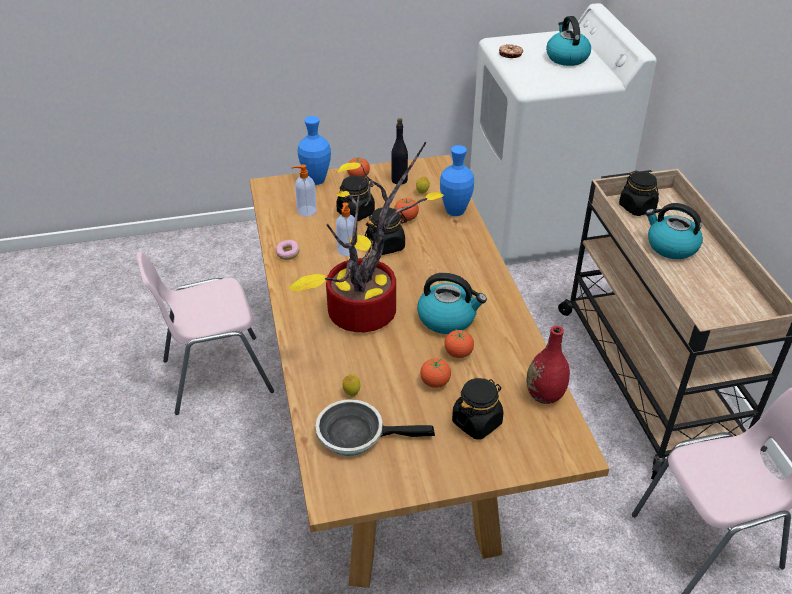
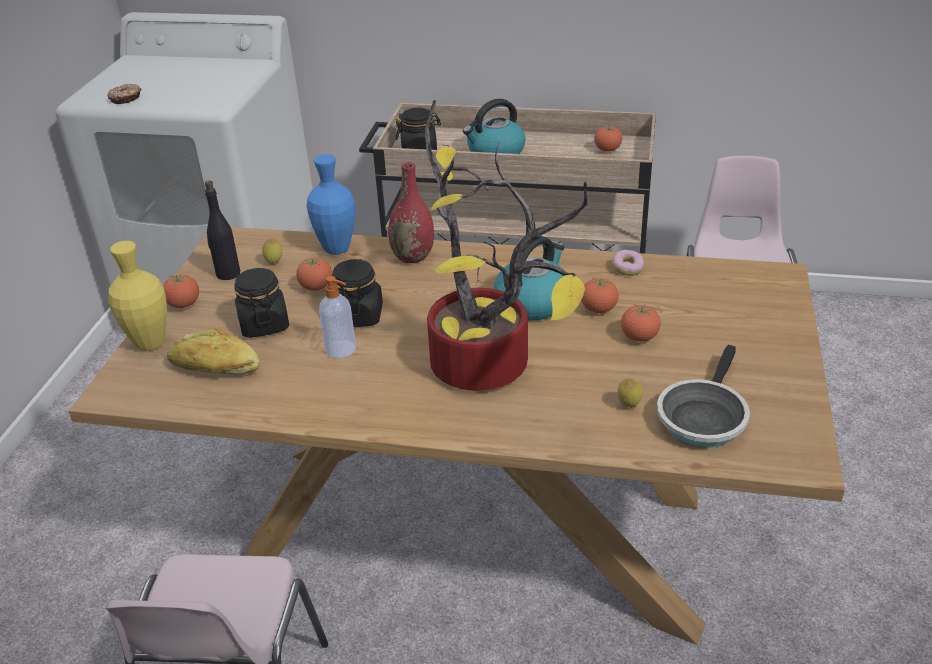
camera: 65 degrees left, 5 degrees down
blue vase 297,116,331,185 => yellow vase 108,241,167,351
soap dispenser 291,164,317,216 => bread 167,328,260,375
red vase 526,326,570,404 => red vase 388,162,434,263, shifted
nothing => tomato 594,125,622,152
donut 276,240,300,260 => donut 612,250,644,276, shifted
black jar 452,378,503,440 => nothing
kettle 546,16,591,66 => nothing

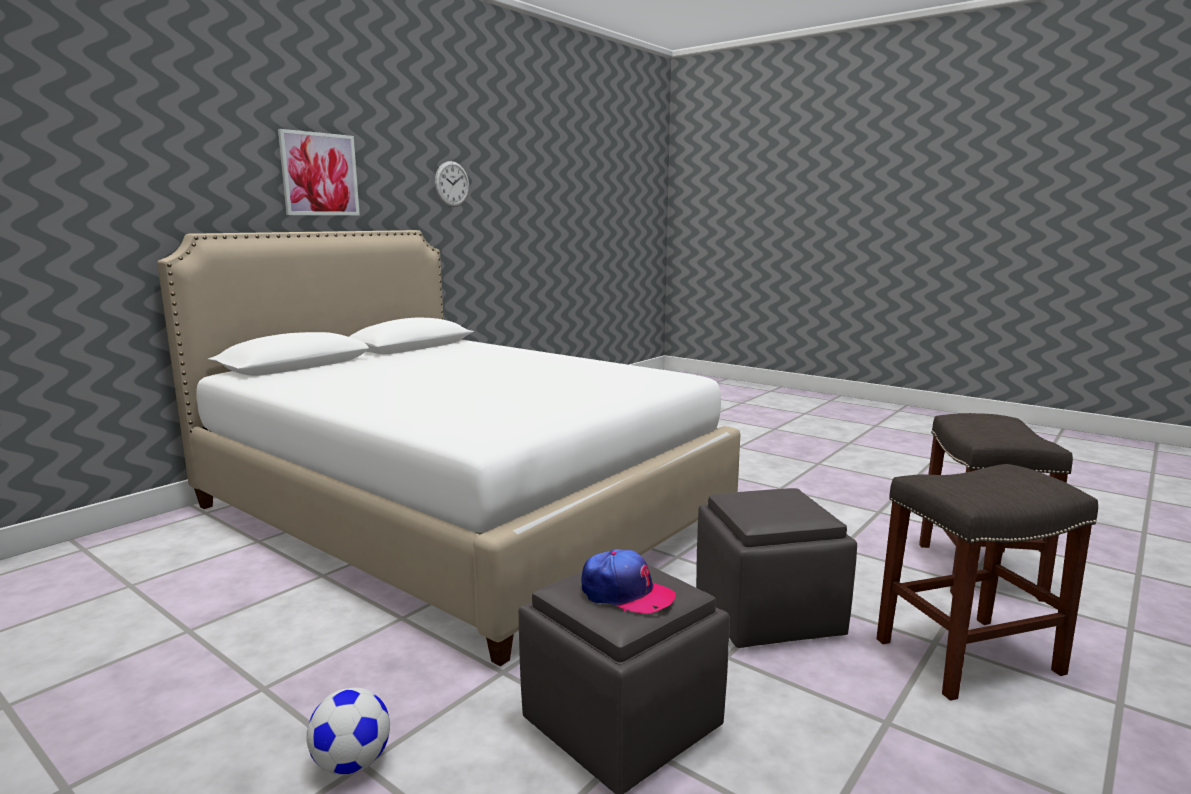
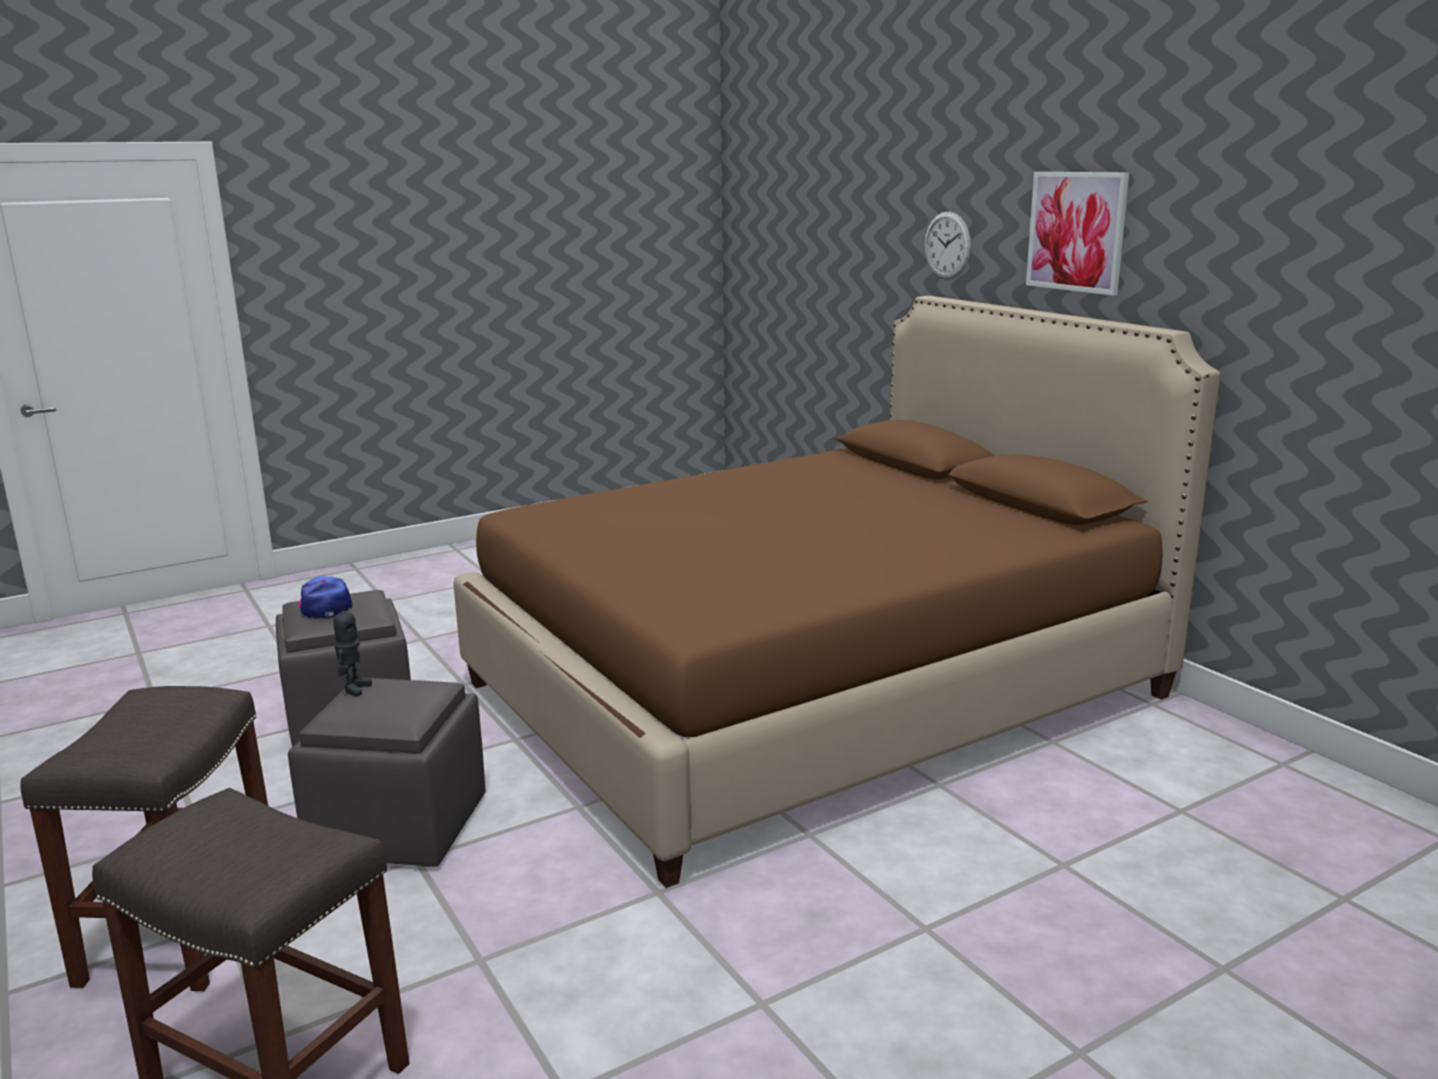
camera: 110 degrees right, 5 degrees up
cap 581,549,676,613 => cap 298,576,353,619, 105 degrees clockwise
nothing => toy robot 333,601,372,696
white bed 157,230,740,666 => brown bed 453,296,1221,888
wall clock 435,161,469,207 => wall clock 925,211,971,280, shifted
football 306,688,390,775 => nothing

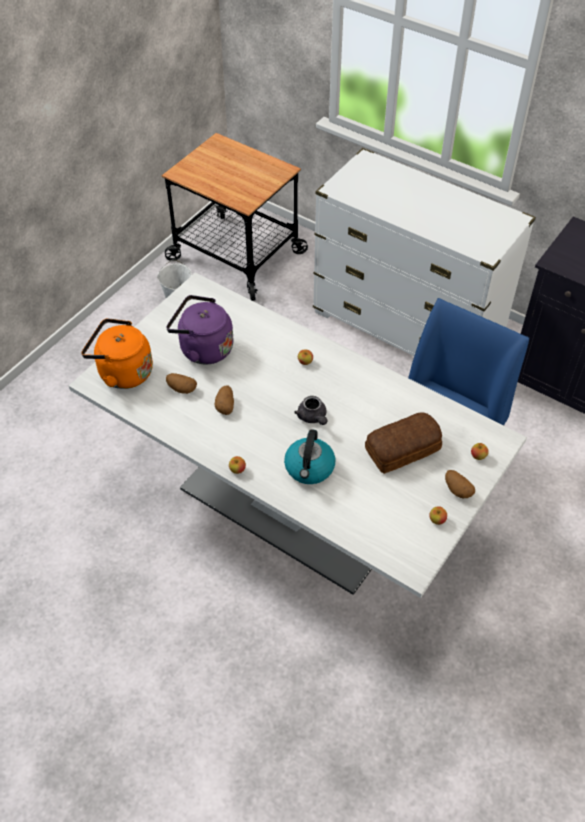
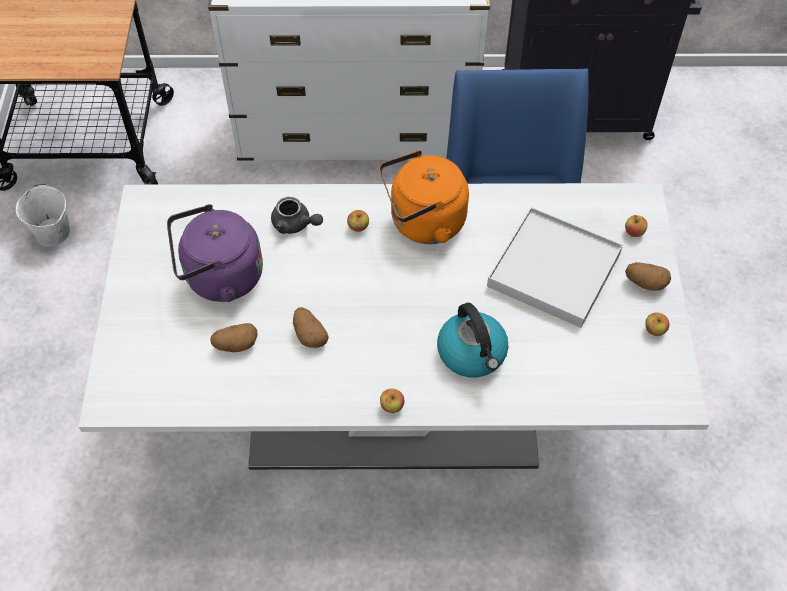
camera: 35 degrees left, 5 degrees up
grey teapot 294,396,327,425 => grey teapot 271,197,323,234, shifted
orange kettle 81,318,153,389 => orange kettle 379,150,469,244, shifted
bread 365,412,442,474 => white tray 487,207,623,328

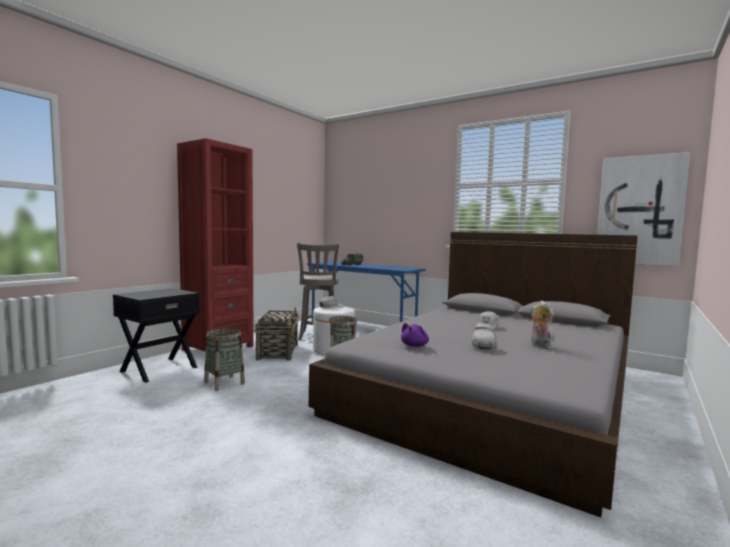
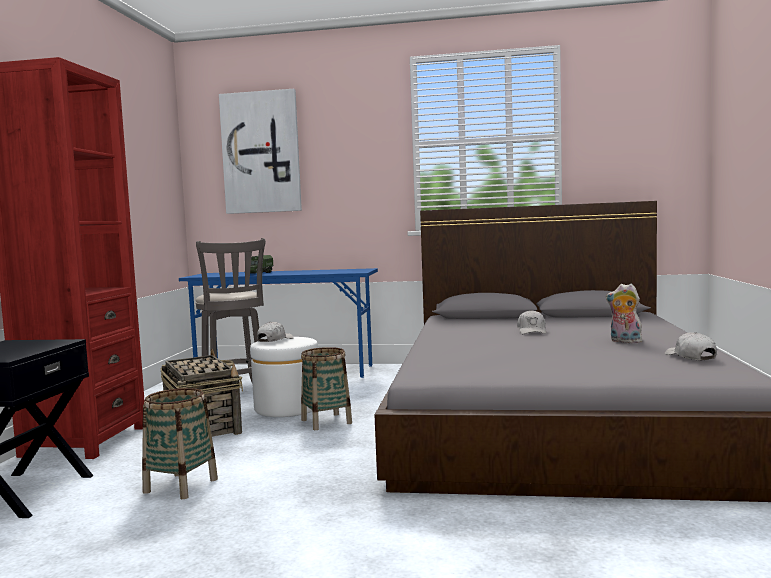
camera: 25 degrees left, 0 degrees up
picture 597,152,690,266 => picture 219,89,302,214, shifted
white cap 471,329,498,350 => white cap 665,332,717,360, shifted
purple plush toy 401,323,429,347 => nothing

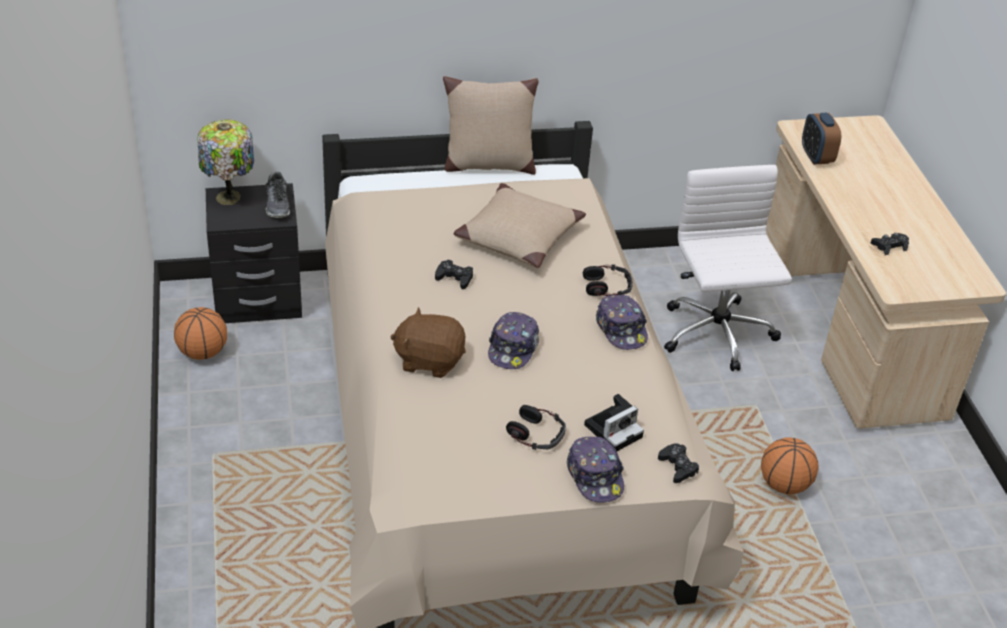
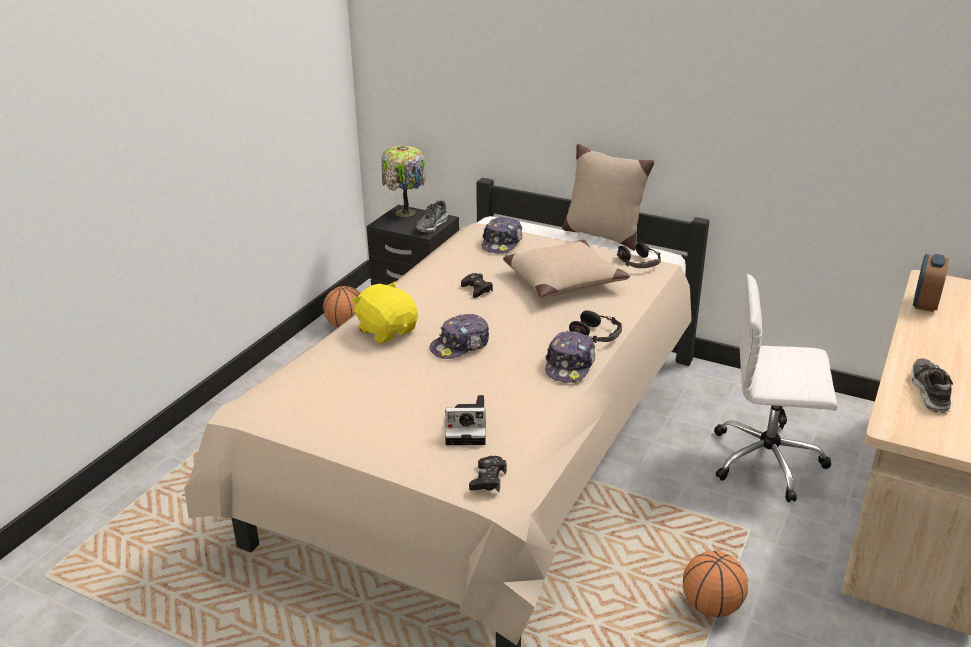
camera: 40 degrees right, 10 degrees down
brown plush toy 390,307,466,378 => yellow plush toy 351,282,418,344
cap 567,437,624,503 => cap 481,216,523,254, shifted
headphones 506,405,566,450 => headphones 617,242,661,268, shifted
white office chair 664,165,792,371 => white office chair 714,274,838,502, 105 degrees counterclockwise
black game controller 871,233,909,255 => shoe 911,358,953,414

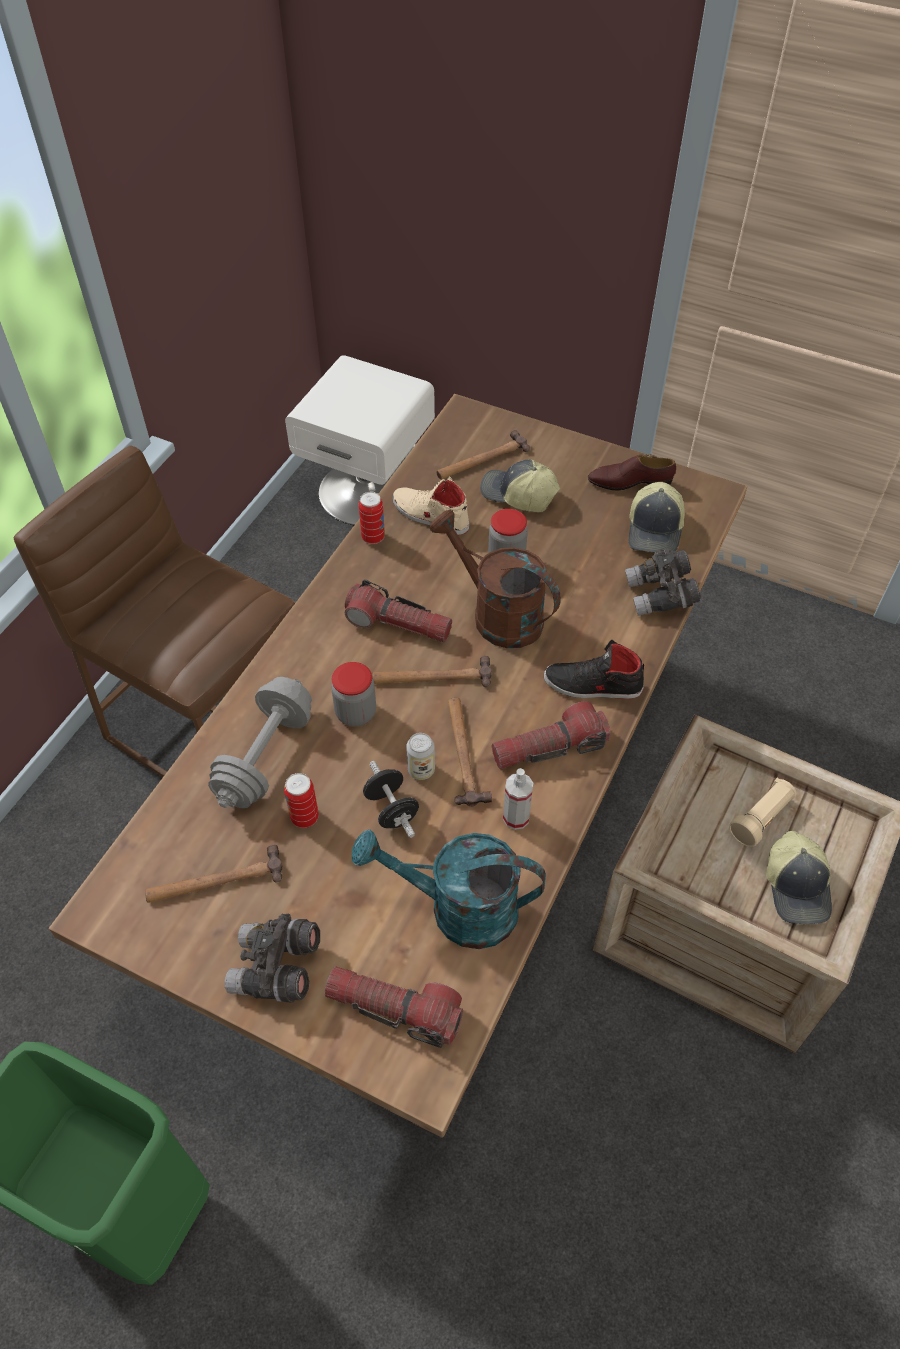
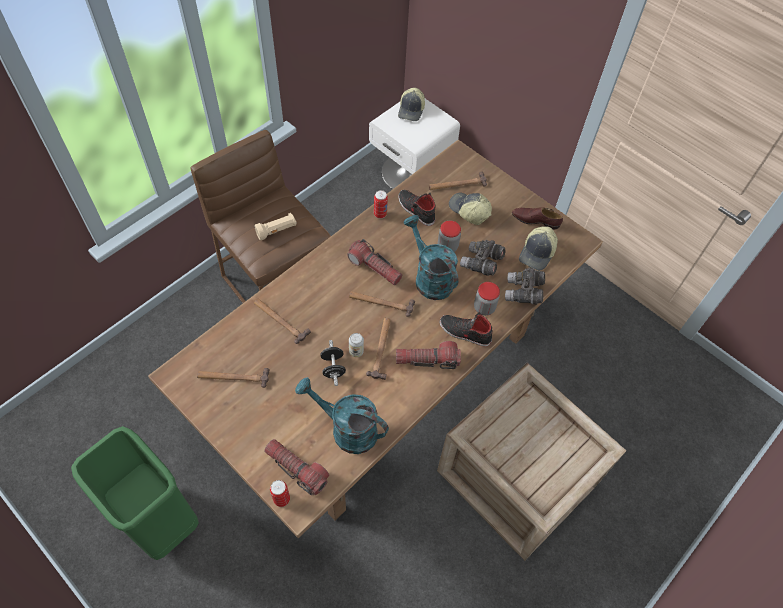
camera: 15 degrees right, 5 degrees up
beige flashlight 729,778,796,847 => beige flashlight 254,213,297,240, shifted
grey dumbbell 208,677,312,808 => hammer 254,299,311,344
can 284,773,319,828 => can 270,480,290,507, shifted
cap 766,831,832,924 => cap 398,88,425,121, shifted
beige shoe 392,477,470,535 => black shoe 398,190,436,226
brown watering can 430,510,561,648 => turquoise watering can 404,215,458,300
grey binoculars 224,913,320,1003 => grey binoculars 460,240,506,276, shifted
jar 331,662,376,727 => jar 474,282,500,316, shifted
spray bottle 503,768,533,830 => nothing

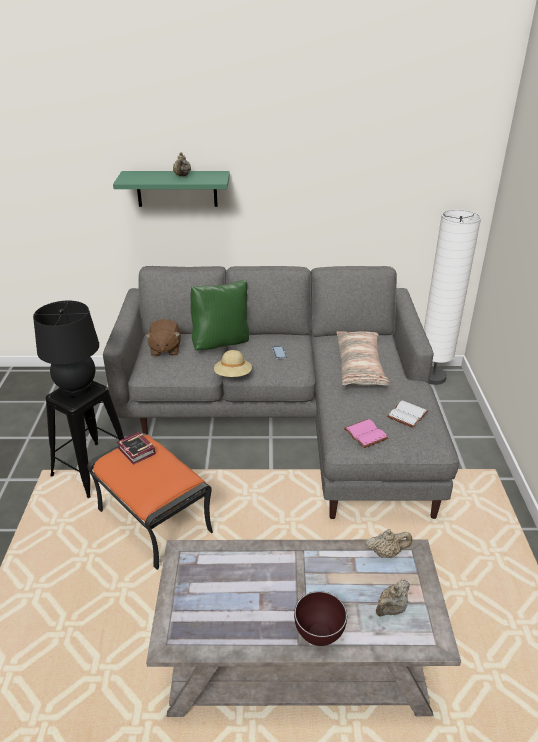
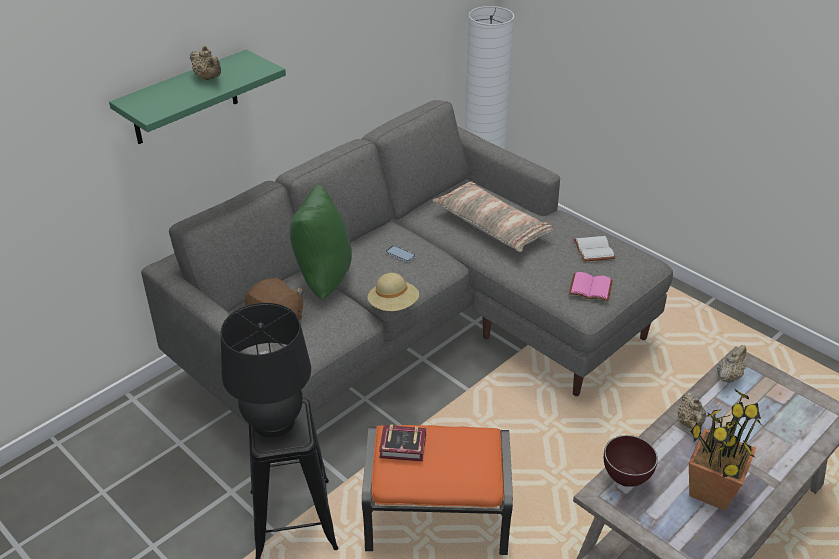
camera: 45 degrees left, 5 degrees up
brown bowl 294,591,347,646 => brown bowl 604,435,658,487, shifted
beige teapot 376,580,410,616 => beige teapot 678,392,706,431, shifted
nothing => potted plant 689,389,763,511

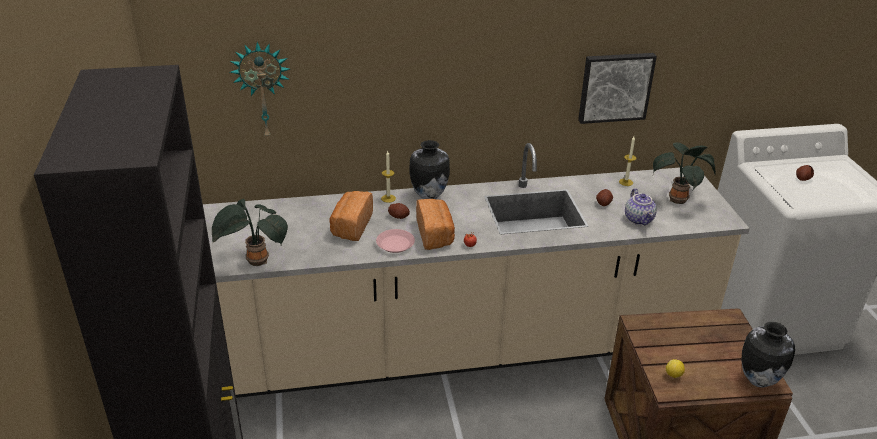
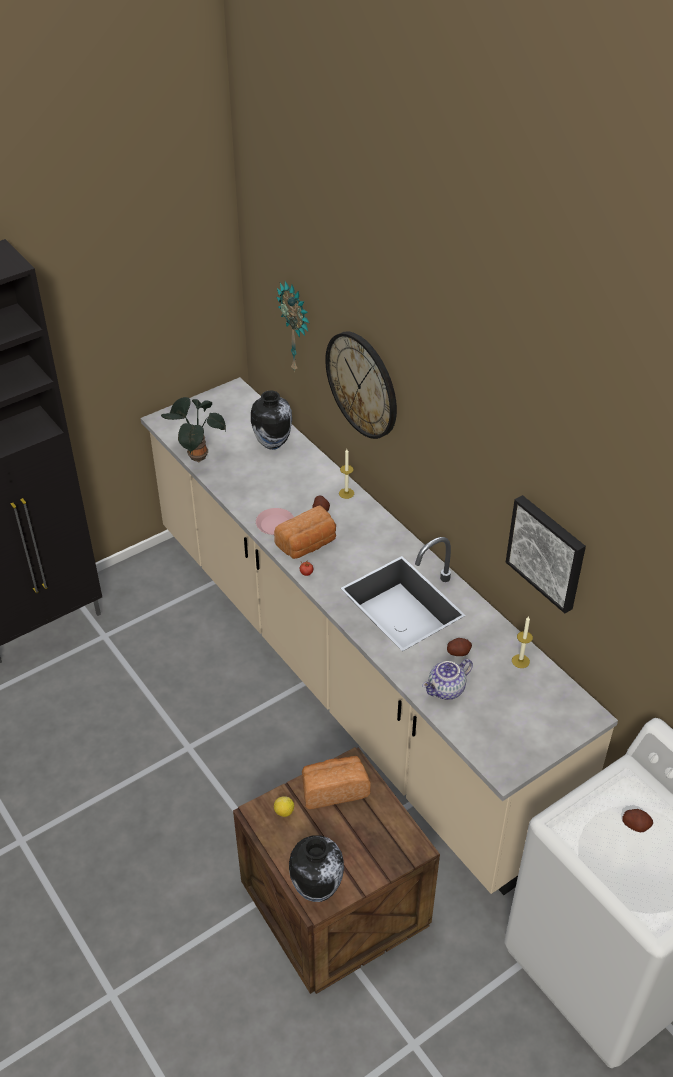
camera: 65 degrees right, 10 degrees up
vase 409,140,450,199 => vase 251,390,292,450, shifted
bread 330,191,373,241 => bread 302,756,371,809, shifted
nothing => wall clock 325,331,397,439
potted plant 653,142,716,204 => nothing

